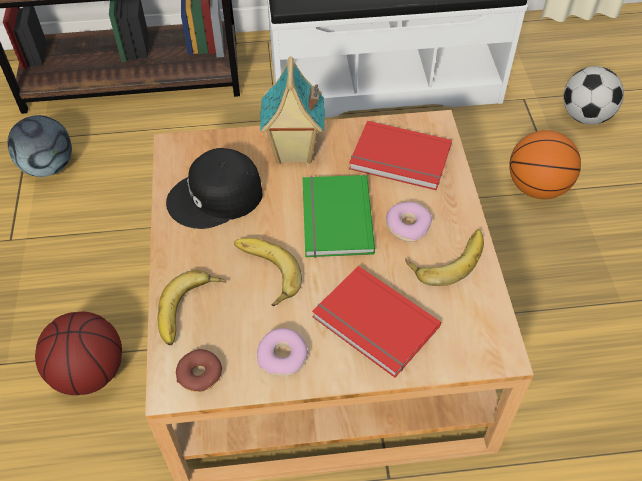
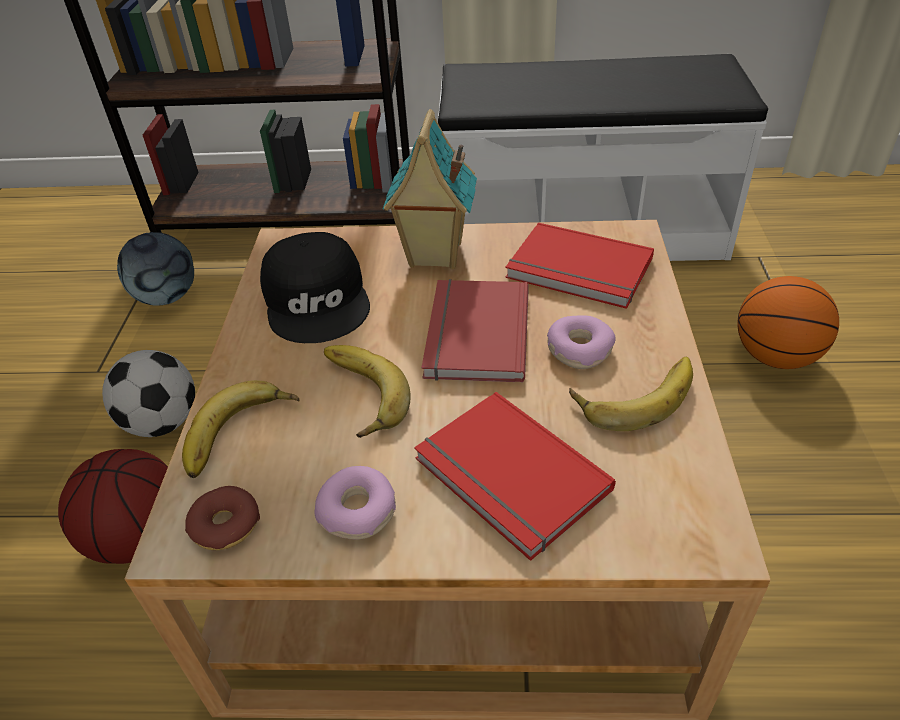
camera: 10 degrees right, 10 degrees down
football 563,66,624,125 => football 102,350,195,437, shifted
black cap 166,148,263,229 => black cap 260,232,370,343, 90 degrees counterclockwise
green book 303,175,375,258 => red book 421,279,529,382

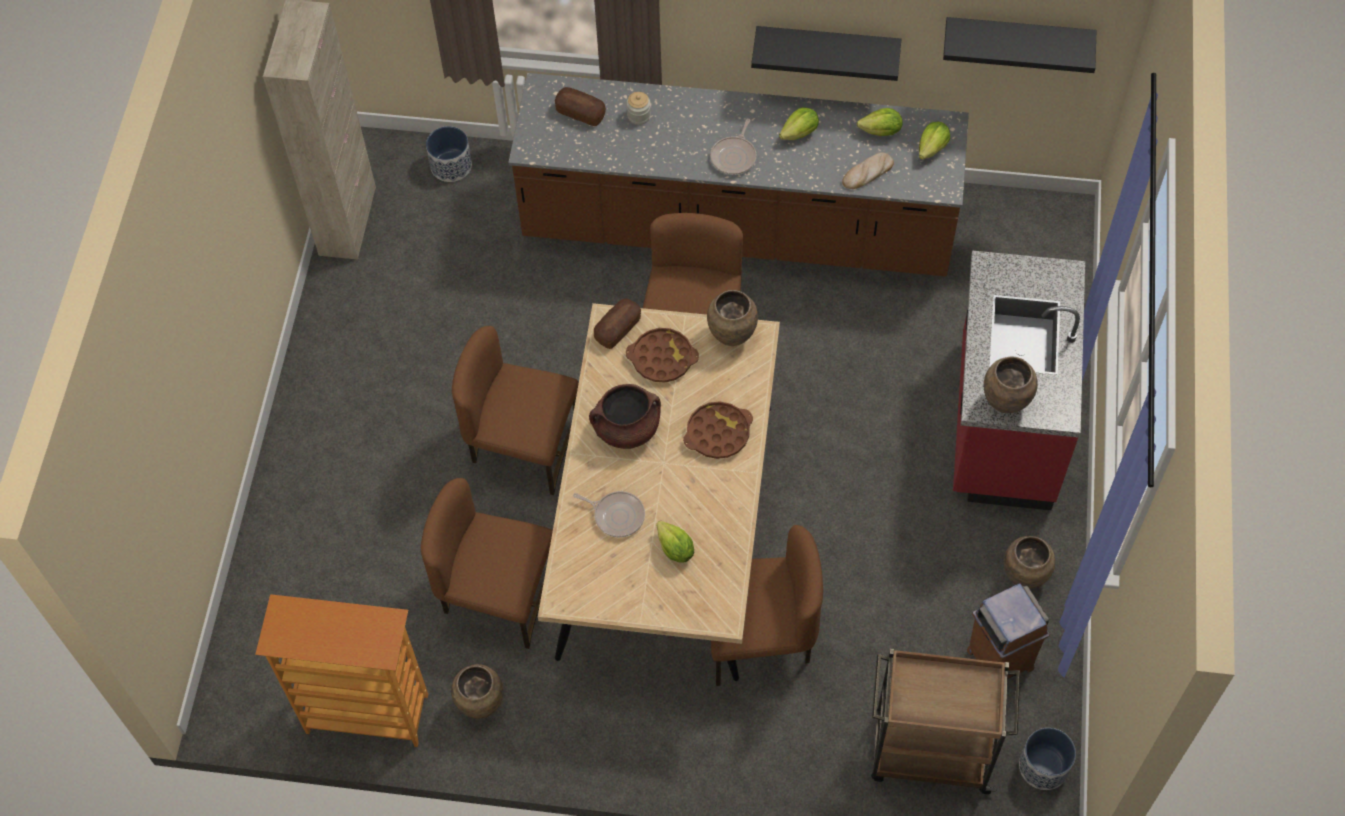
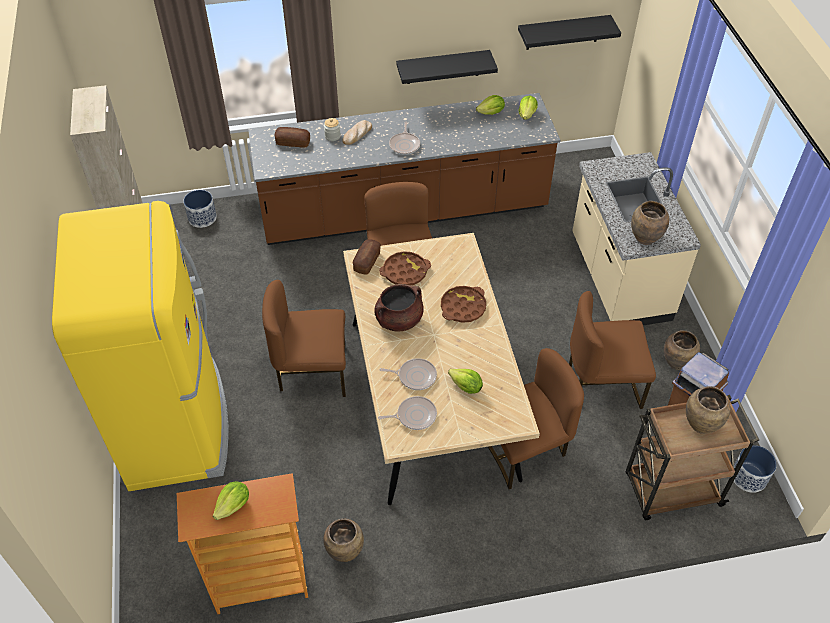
camera: 20 degrees left, 10 degrees down
nothing => yellow fridge 52,201,229,491
lettuce 779,107,819,140 => lettuce 213,481,249,520, shifted
bread 842,152,894,189 => bread 342,120,372,145, shifted
nothing => frying pan 378,396,437,430
brown chair 421,478,553,649 => brown chair 569,291,656,409, shifted
red counter 953,250,1085,510 => beige counter 572,152,701,325
brown vase 707,290,758,346 => brown vase 686,386,731,434, shifted

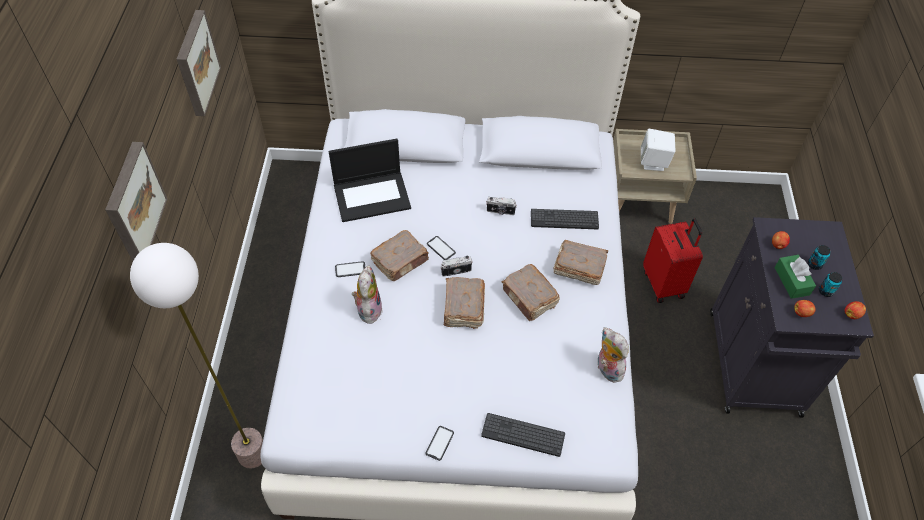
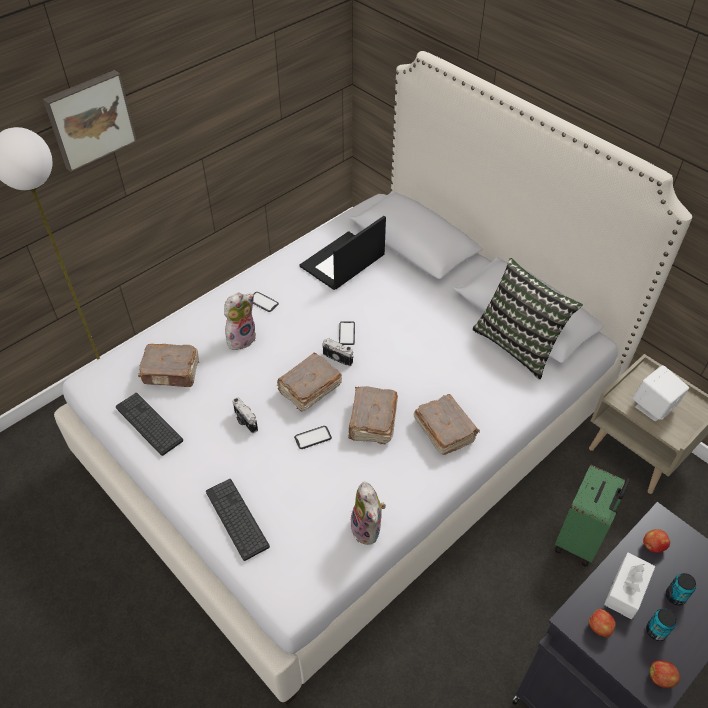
camera: 45 degrees right, 5 degrees down
keyboard 531,209,599,229 => keyboard 116,393,183,456, shifted
brown book 370,230,429,281 => brown book 138,344,200,387, shifted
photo camera 486,197,517,215 => photo camera 232,397,258,433, shifted
phone 426,426,454,461 => phone 294,426,332,449, shifted
laptop 329,139,411,222 => laptop 300,216,386,290, 105 degrees clockwise
plush toy 598,327,629,383 => plush toy 348,481,386,545, 150 degrees clockwise
nothing => pillow 472,258,583,380
red suitcase 643,218,703,303 => green suitcase 554,465,630,567
green tissue box 774,255,816,299 => white tissue box 604,553,655,619
picture 177,10,221,116 => nothing

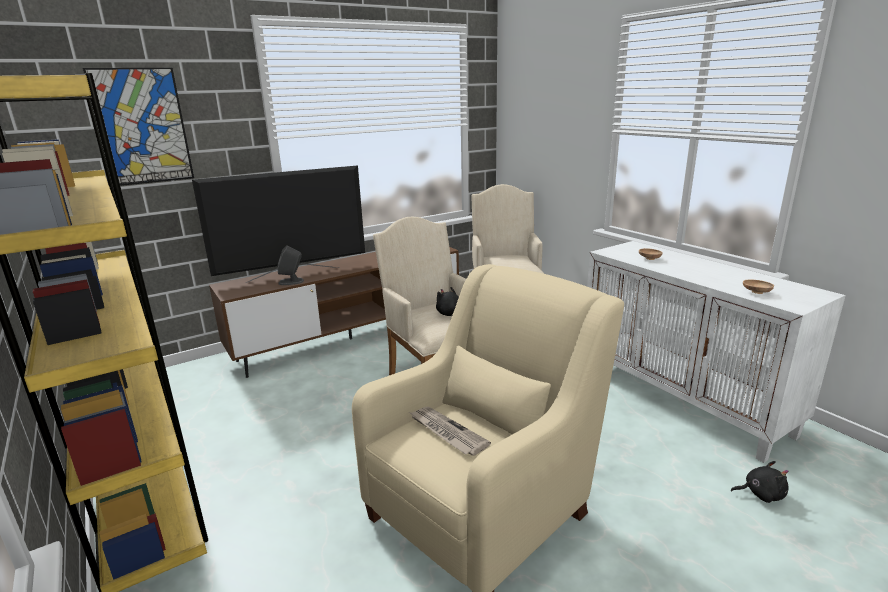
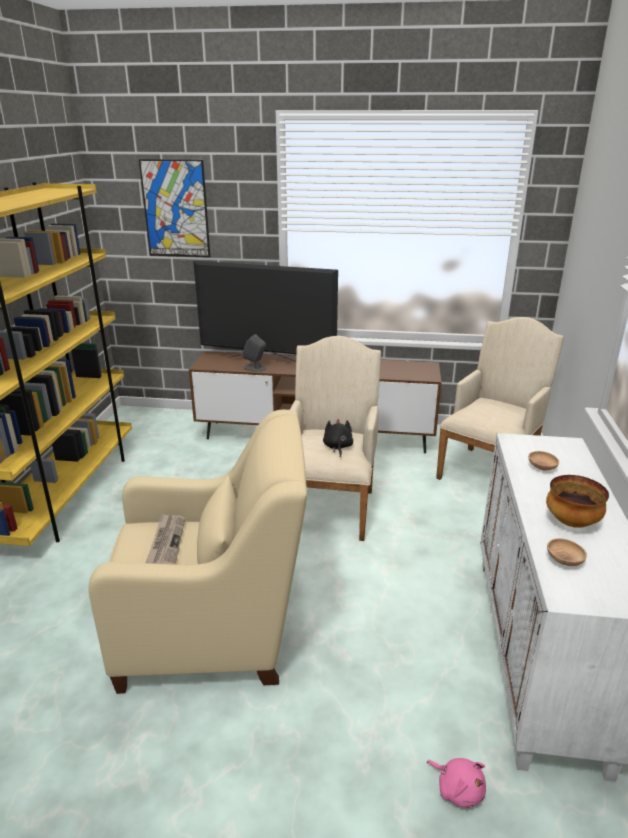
camera: 40 degrees right, 5 degrees up
black plush toy 731,461,789,503 => pink plush toy 427,758,486,808
nothing => bowl 546,475,609,528

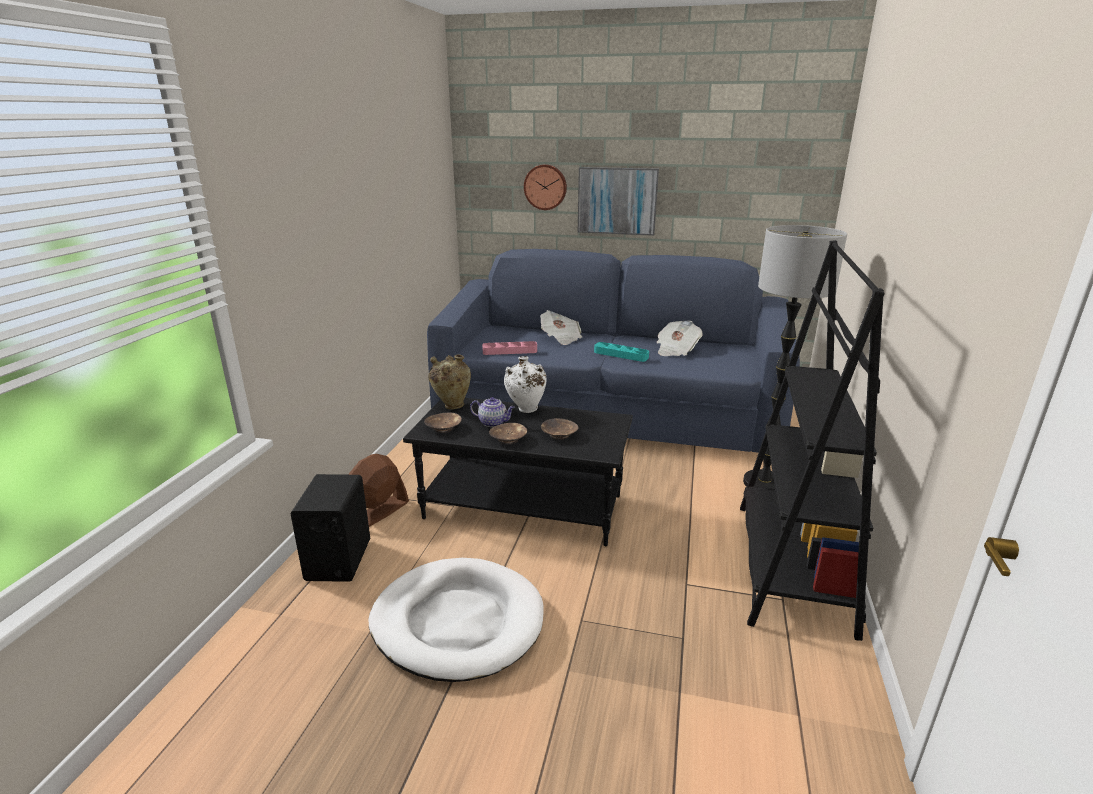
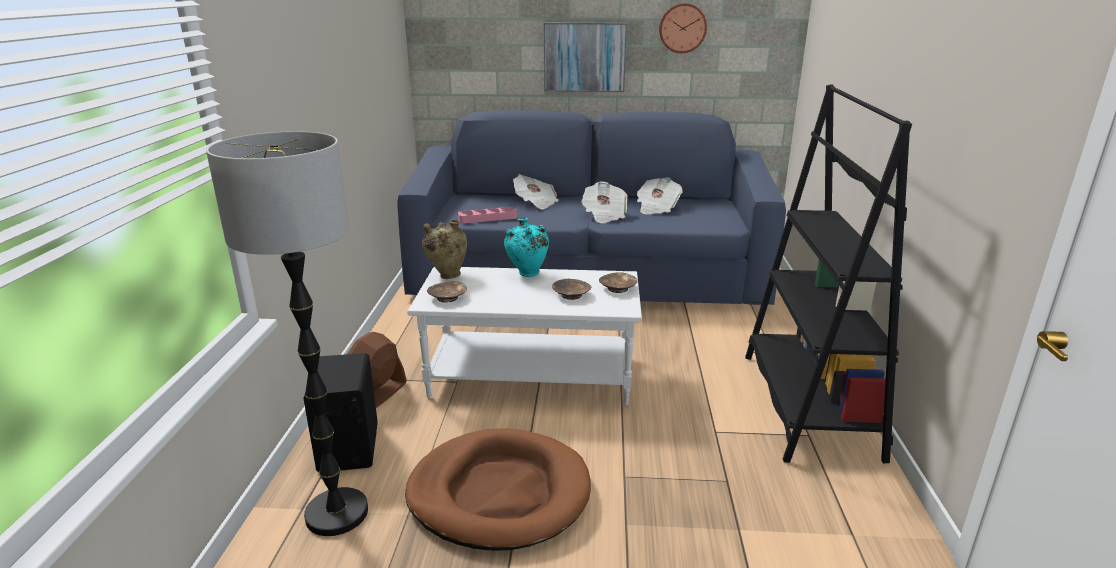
camera: 10 degrees left, 0 degrees up
floor lamp 743,225,847,489 => floor lamp 206,131,368,536, shifted
white dog bed 369,558,544,682 => brown dog bed 405,428,591,550
black coffee table 403,398,633,546 => white coffee table 407,267,642,405
white vase 504,356,546,413 => turquoise vase 504,218,549,277
turquoise tray 594,342,649,362 => newspaper 581,182,628,223
brown bowl 489,423,527,444 => brown bowl 599,272,637,293, shifted
wall clock 524,164,567,210 => wall clock 659,3,707,53, shifted
teapot 470,397,515,427 => nothing

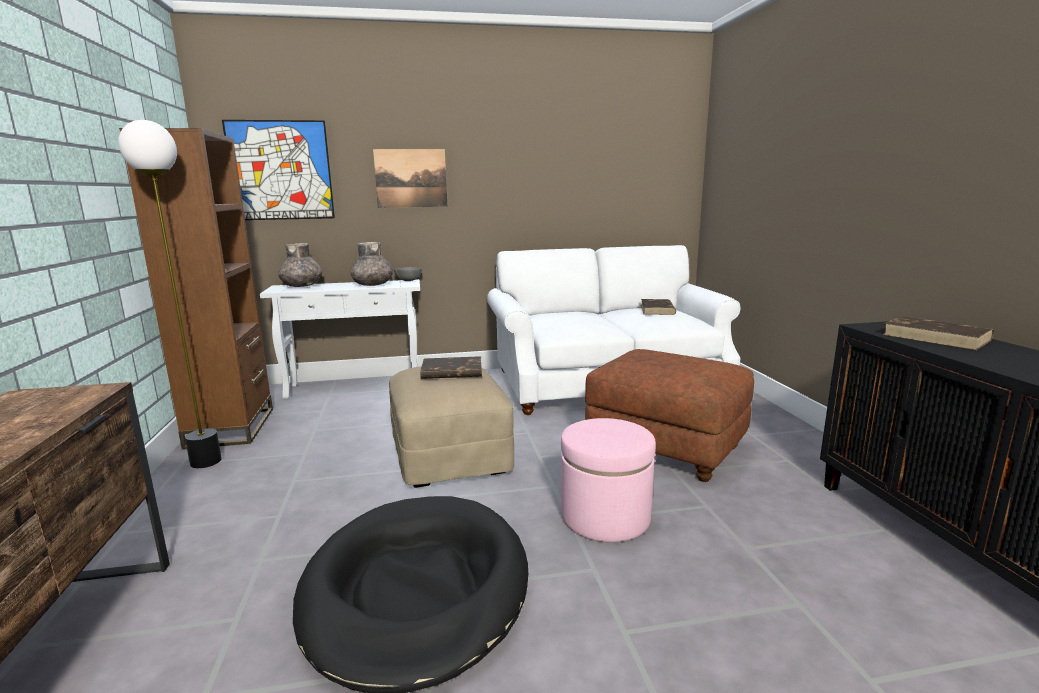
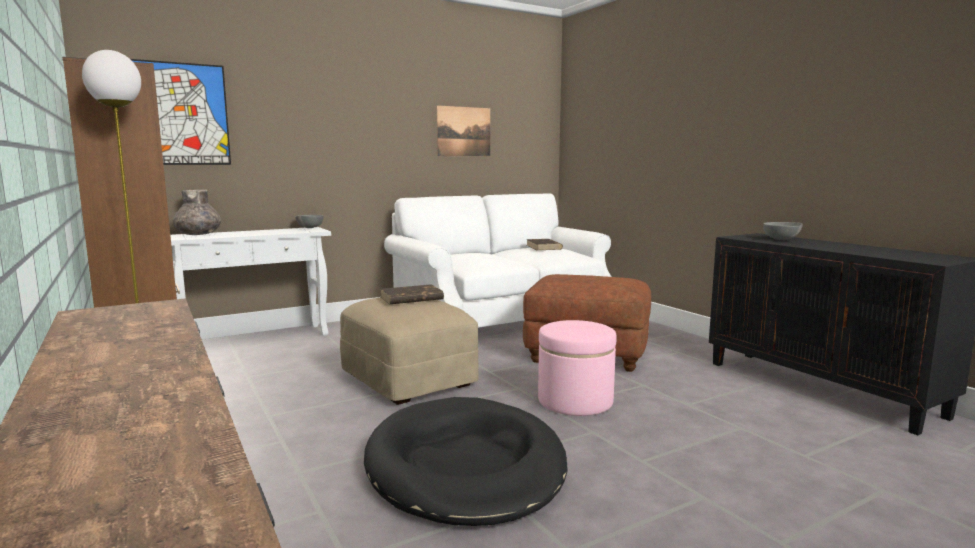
camera: 20 degrees left, 5 degrees down
picture 373,149,447,208 => picture 437,105,490,156, shifted
brown book 883,316,994,350 => grey bowl 763,222,803,240
grey vase 351,242,393,286 => nothing

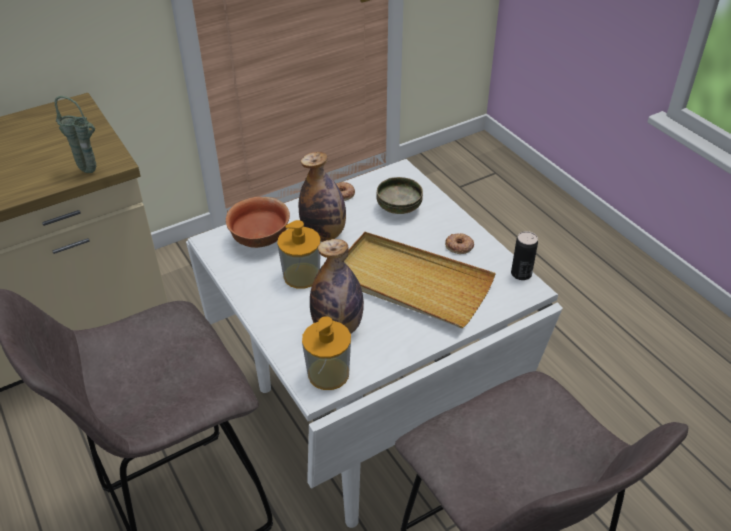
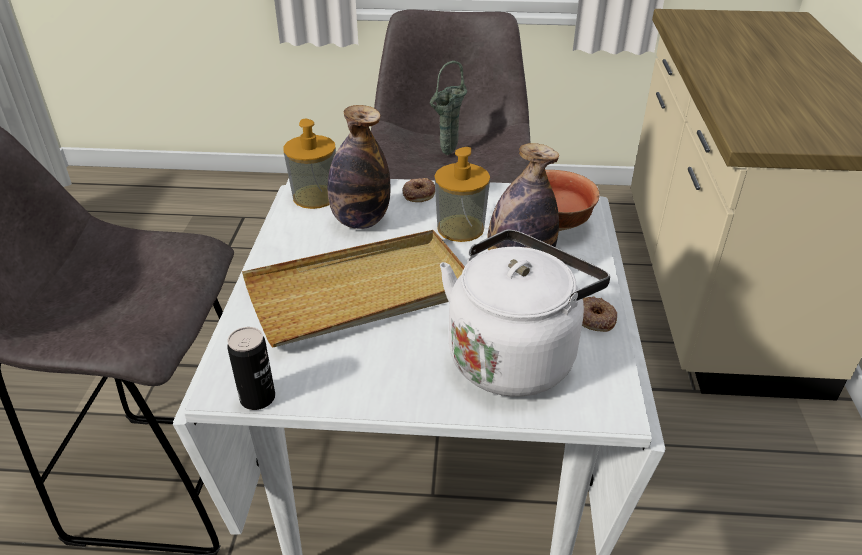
camera: 125 degrees right, 5 degrees down
donut 445,233,474,254 => donut 403,178,435,202, shifted
green vase 54,96,96,173 => green vase 430,61,467,155, shifted
bowl 376,177,423,214 => white kettle 440,230,610,397

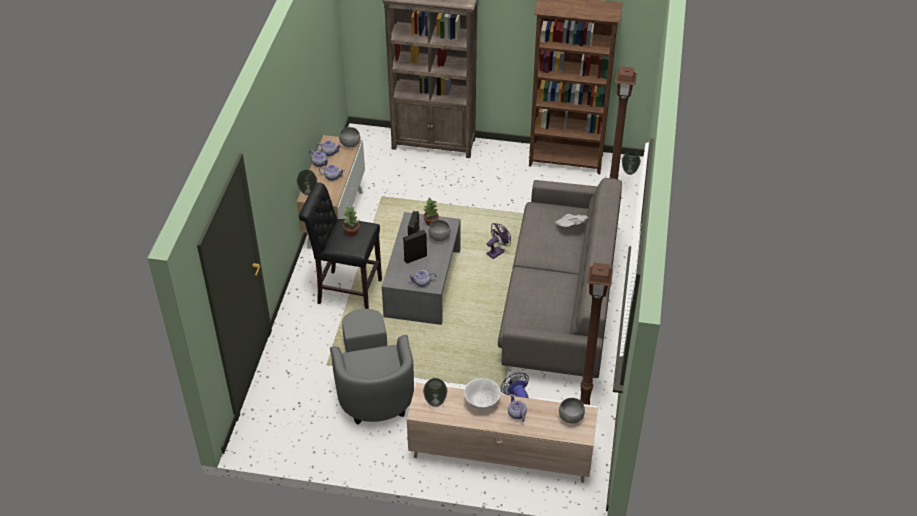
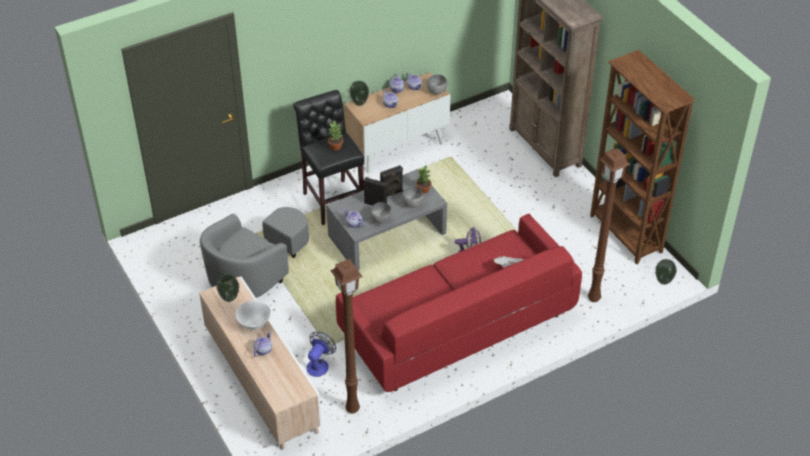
camera: 50 degrees right, 0 degrees up
grey sofa 498,178,622,378 => red sofa 336,214,582,392
grey bowl 559,398,585,424 => grey bowl 370,202,392,224, shifted

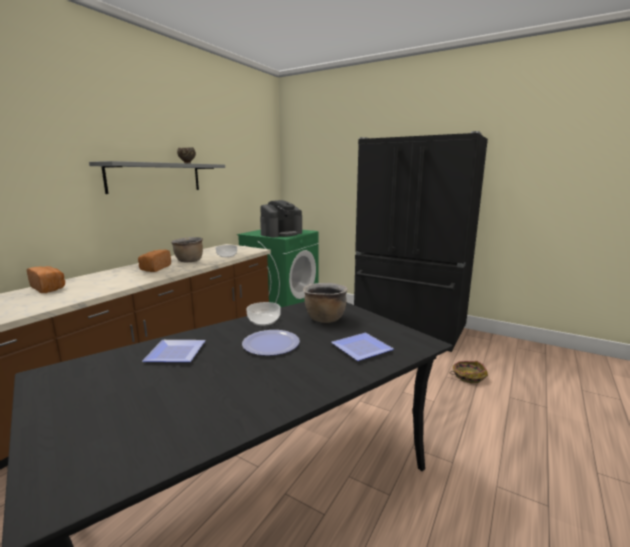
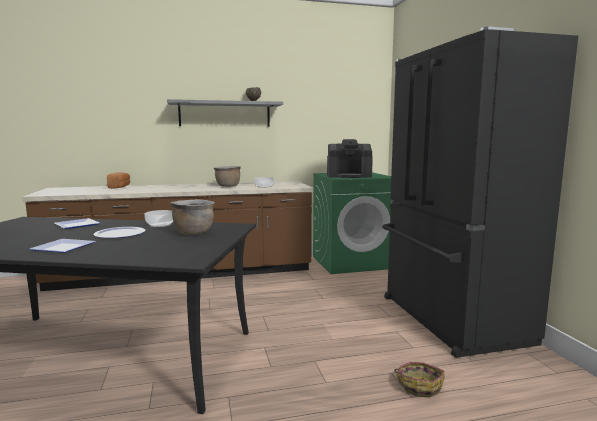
camera: 45 degrees right, 5 degrees down
plate 331,333,394,361 => plate 29,239,96,253, shifted
bread 138,249,171,272 => nothing

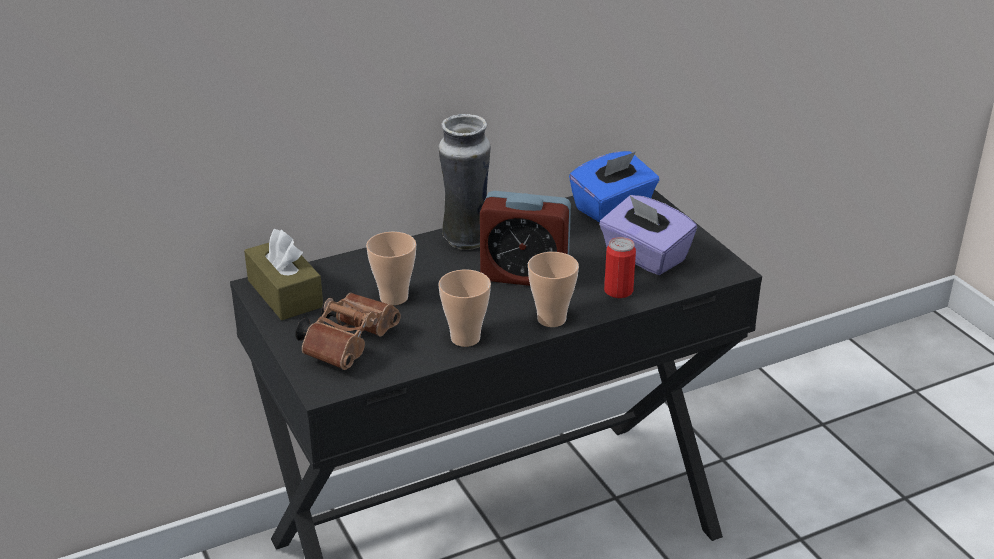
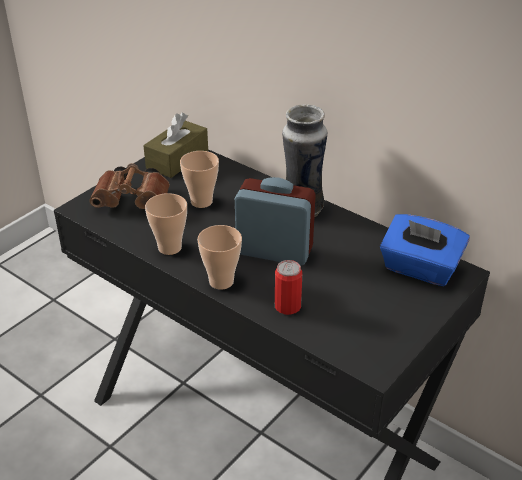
camera: 65 degrees right, 5 degrees up
alarm clock 480,191,571,286 => alarm clock 235,177,316,266, 120 degrees clockwise
purple tissue box 599,195,697,275 => nothing

